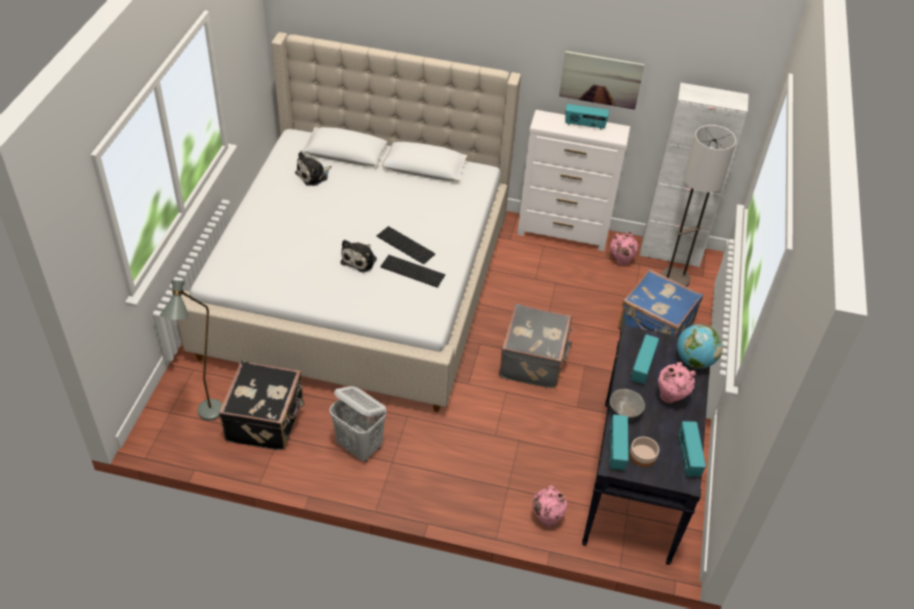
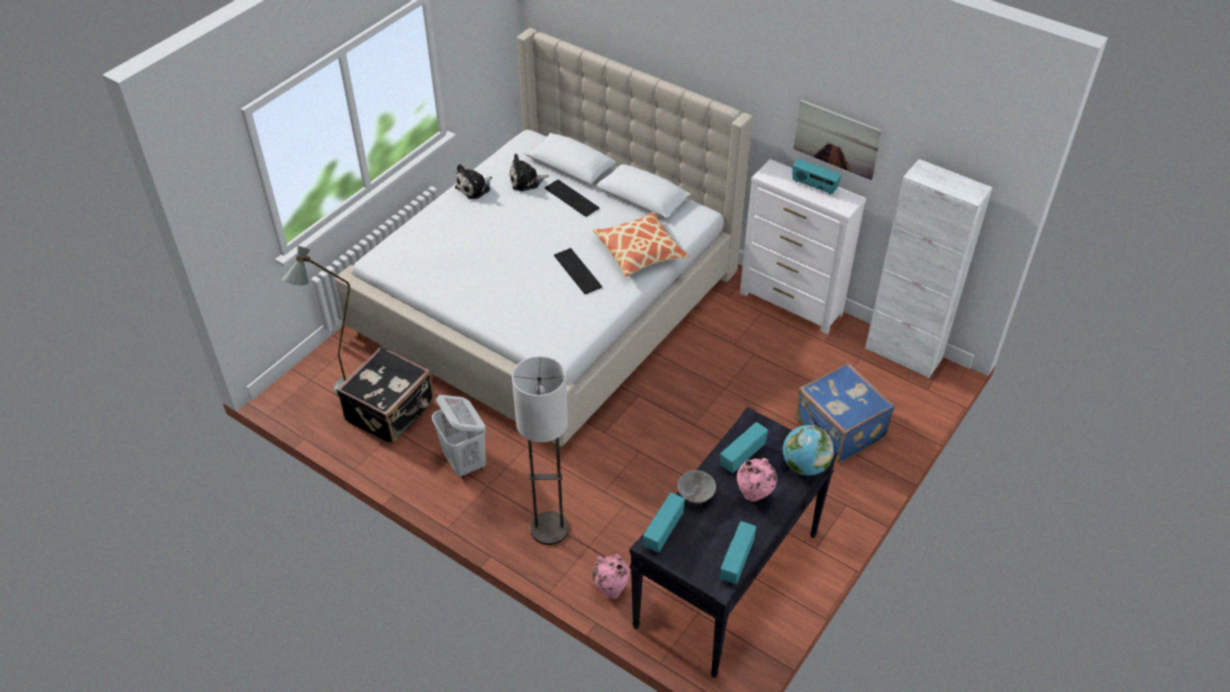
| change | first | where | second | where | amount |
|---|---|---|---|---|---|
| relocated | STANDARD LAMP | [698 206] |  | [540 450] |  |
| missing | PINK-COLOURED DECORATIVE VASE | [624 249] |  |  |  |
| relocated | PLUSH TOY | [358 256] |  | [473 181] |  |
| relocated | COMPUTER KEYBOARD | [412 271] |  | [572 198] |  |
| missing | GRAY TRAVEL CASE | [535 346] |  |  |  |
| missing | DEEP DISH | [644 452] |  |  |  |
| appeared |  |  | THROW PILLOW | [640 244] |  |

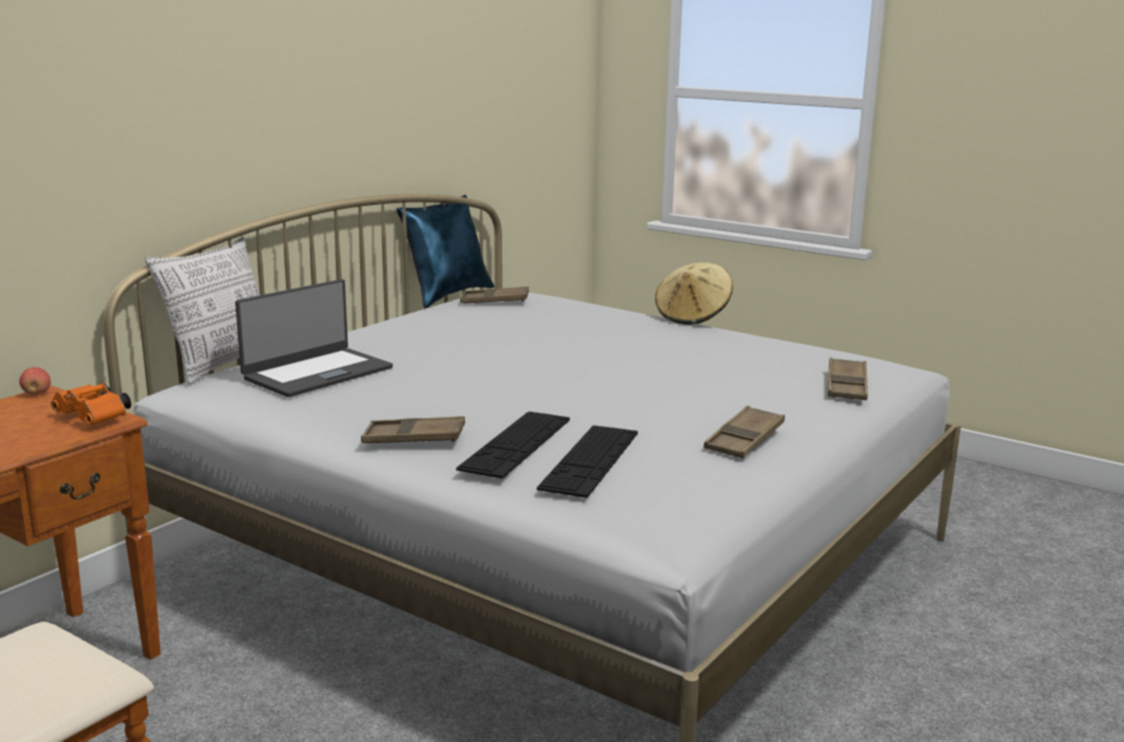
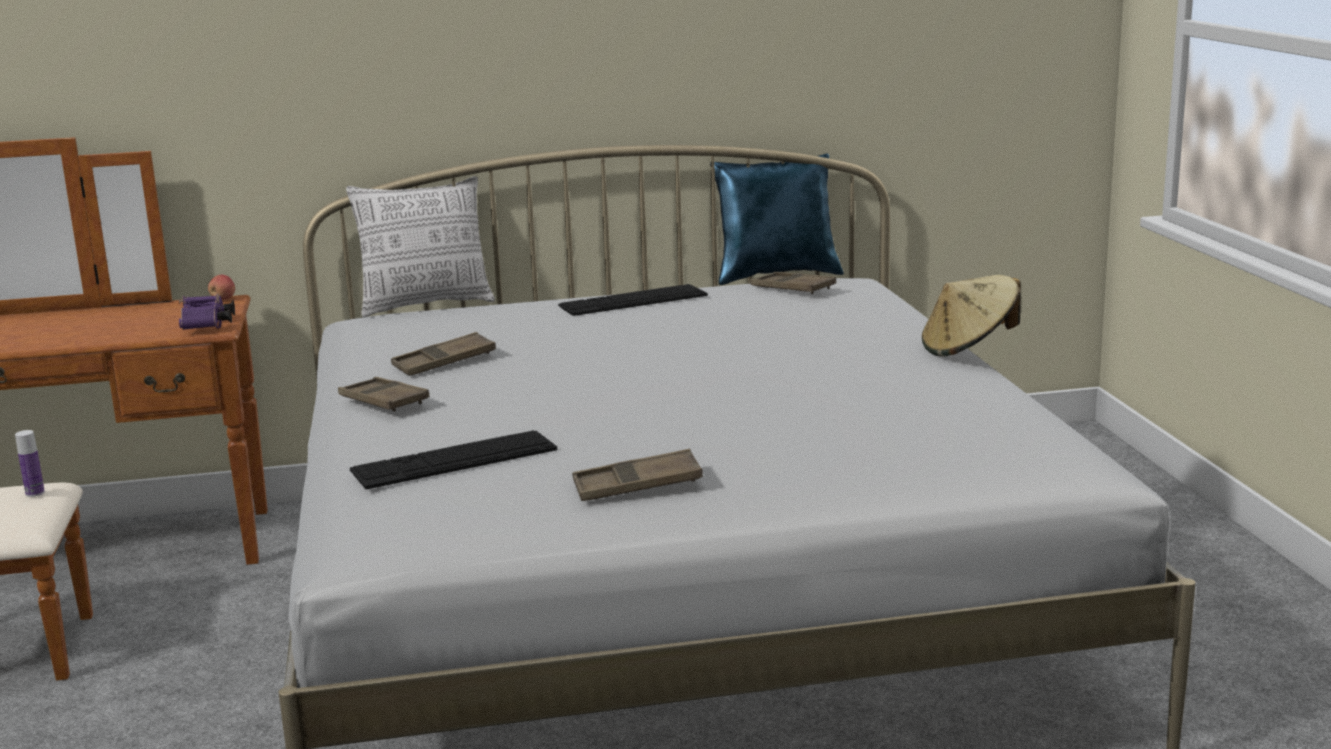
| change | first | where | second | where | amount |
|---|---|---|---|---|---|
| missing | LAPTOP | [314 338] |  |  |  |
| relocated | BROWN SERVING TRAY | [847 378] |  | [443 354] |  |
| colour | ORANGE-COLOURED FIELD GLASSES | [91 403] | PURPLE-COLOURED FIELD GLASSES | [207 311] |  |
| relocated | COMPUTER KEYBOARD | [513 445] |  | [633 300] |  |
| appeared |  |  | BOTTLE | [30 463] |  |

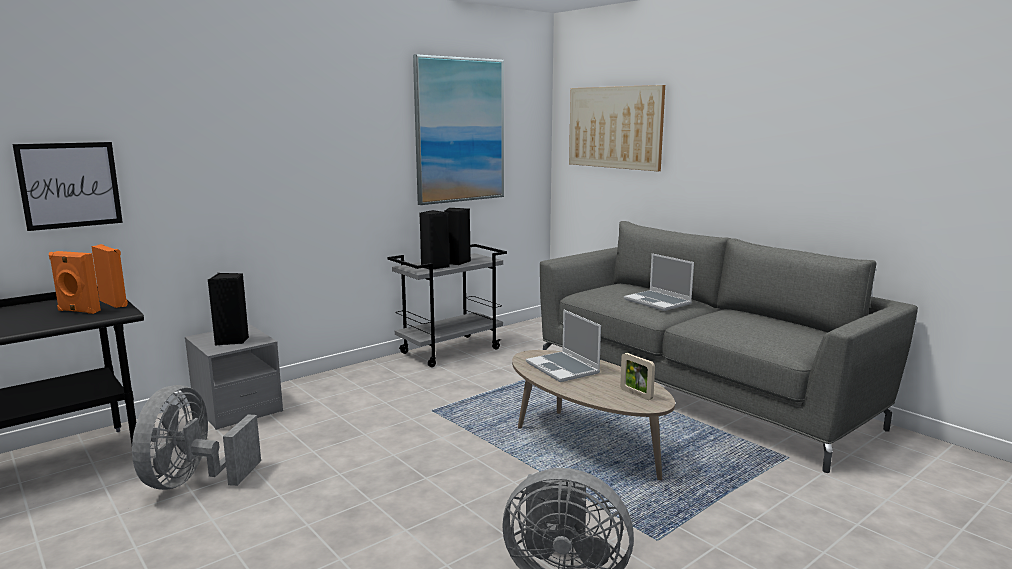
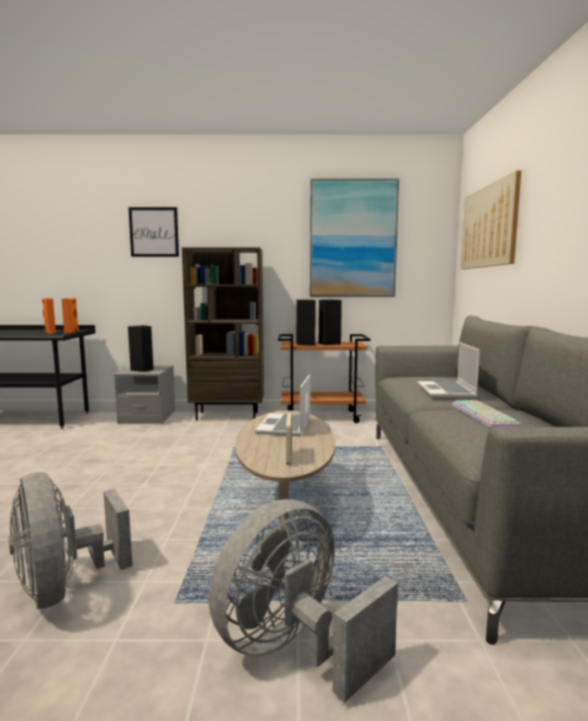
| change | first | where | second | where | amount |
|---|---|---|---|---|---|
| relocated | PICTURE | [67 186] |  | [153 232] |  |
| colour | GRAY WHEELED CART | [447 305] | BROWN WHEELED CART | [324 378] |  |
| relocated | GRAY ELECTRIC FAN | [196 437] |  | [303 600] |  |
| appeared |  |  | BROWN BOOKSHELF | [223 334] |  |
| appeared |  |  | COMPUTER KEYBOARD | [486 414] |  |

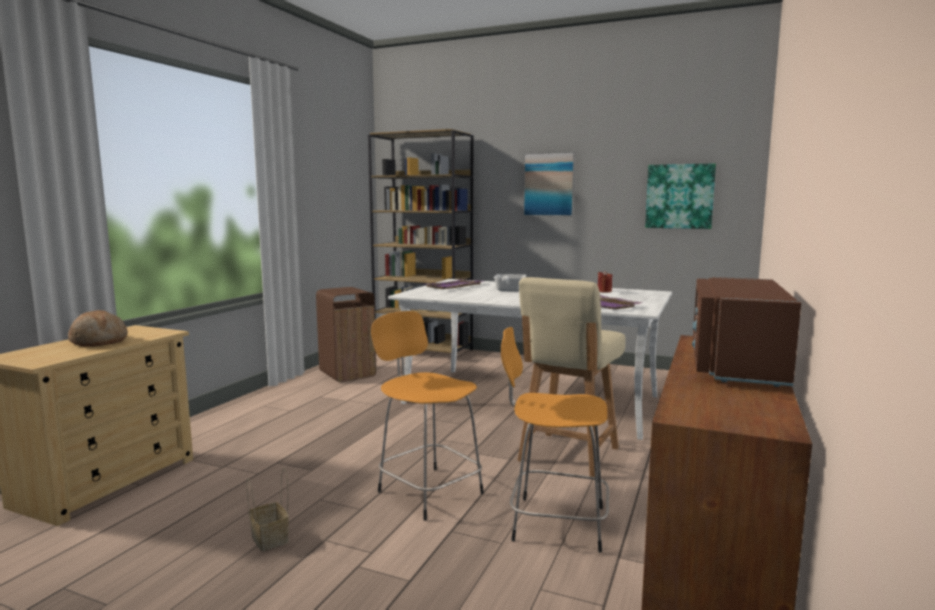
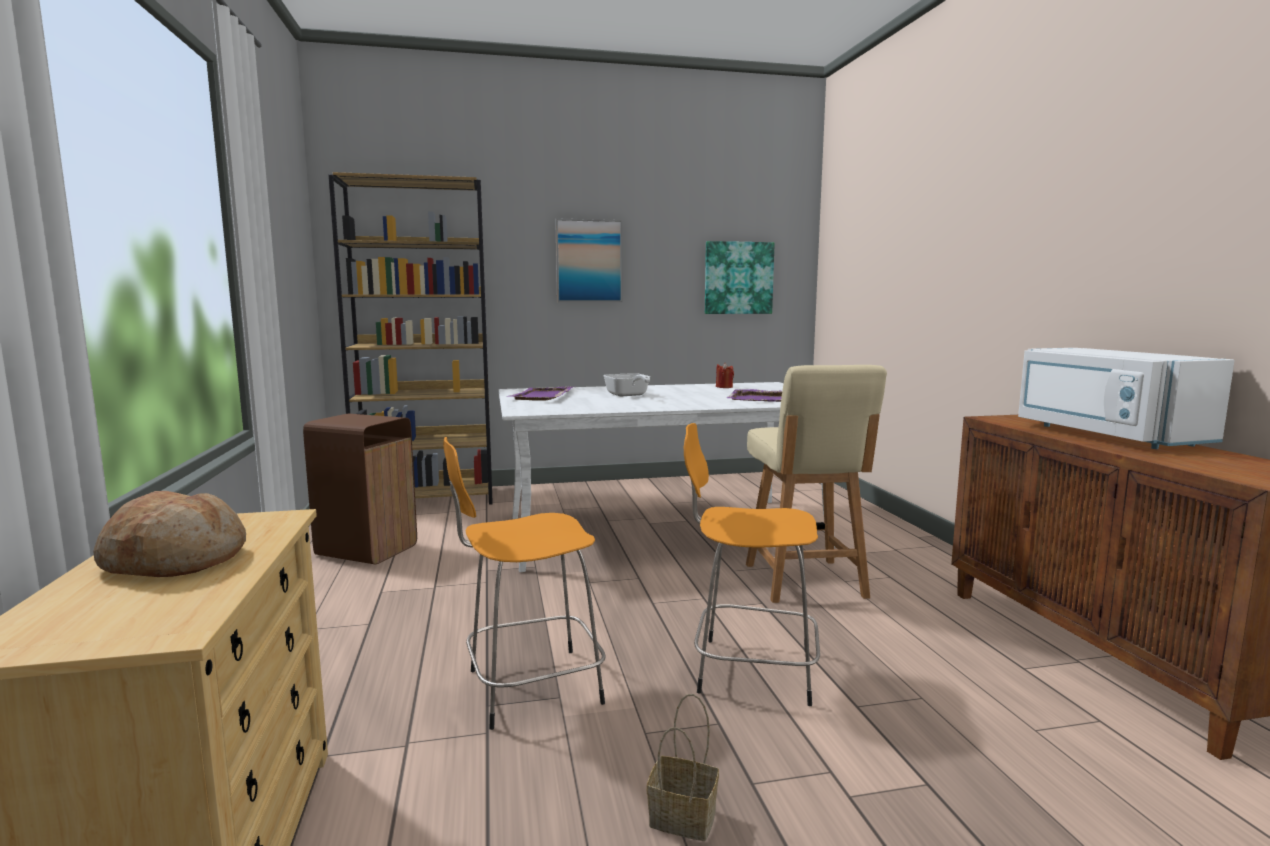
| change | first | where | second | where | amount |
|---|---|---|---|---|---|
| colour | BROWN MICROWAVE OVEN | [746 332] | WHITE MICROWAVE OVEN | [1126 398] |  |
| relocated | ORANGE-COLOURED STOOL SEAT | [555 440] |  | [524 583] |  |

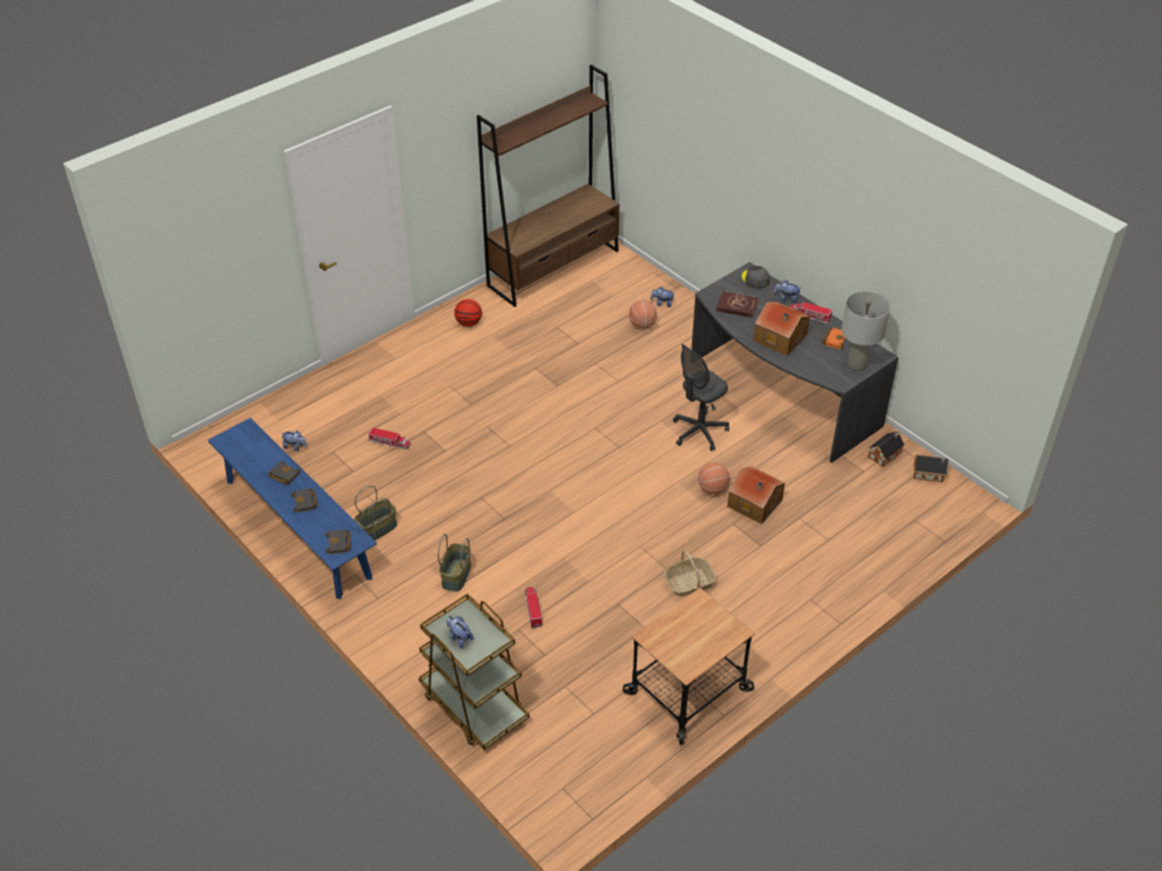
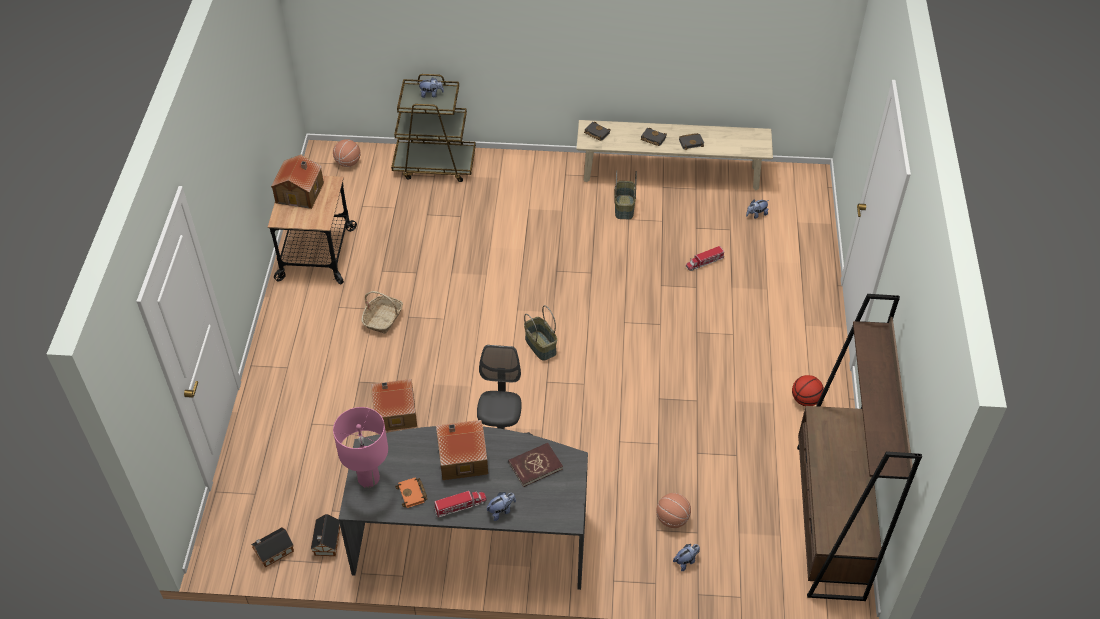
| change | first | where | second | where | amount |
|---|---|---|---|---|---|
| missing | GRAY PEAKED CAP | [756 277] |  |  |  |
| colour | GRAY TABLE LAMP | [866 331] | PINK-COLOURED TABLE LAMP | [360 447] |  |
| colour | BLUE BENCH | [292 508] | BEIGE-COLOURED BENCH | [675 155] |  |
| relocated | BASKETBALL BALL | [714 479] |  | [347 153] |  |
| relocated | BASKET | [454 563] |  | [540 333] |  |
| missing | TOY LORRY | [533 607] |  |  |  |
| appeared |  |  | MINIATURE HOUSE | [297 182] |  |

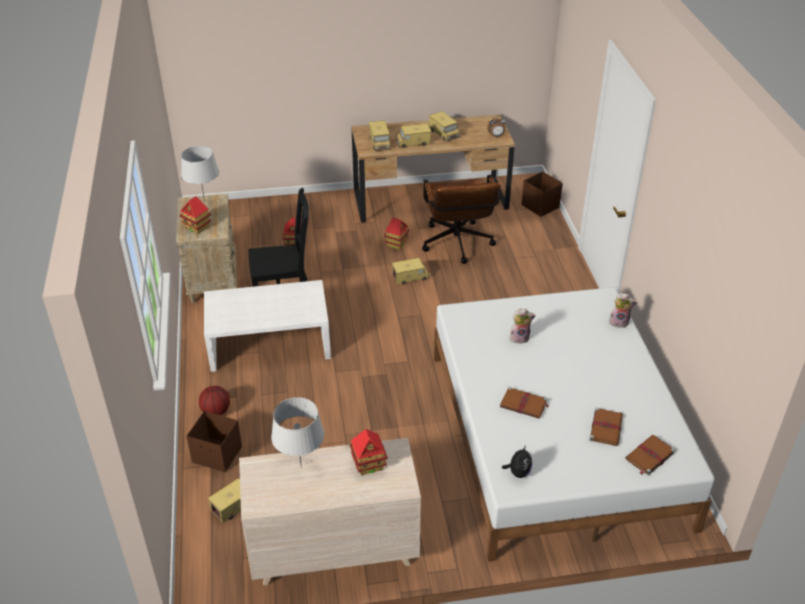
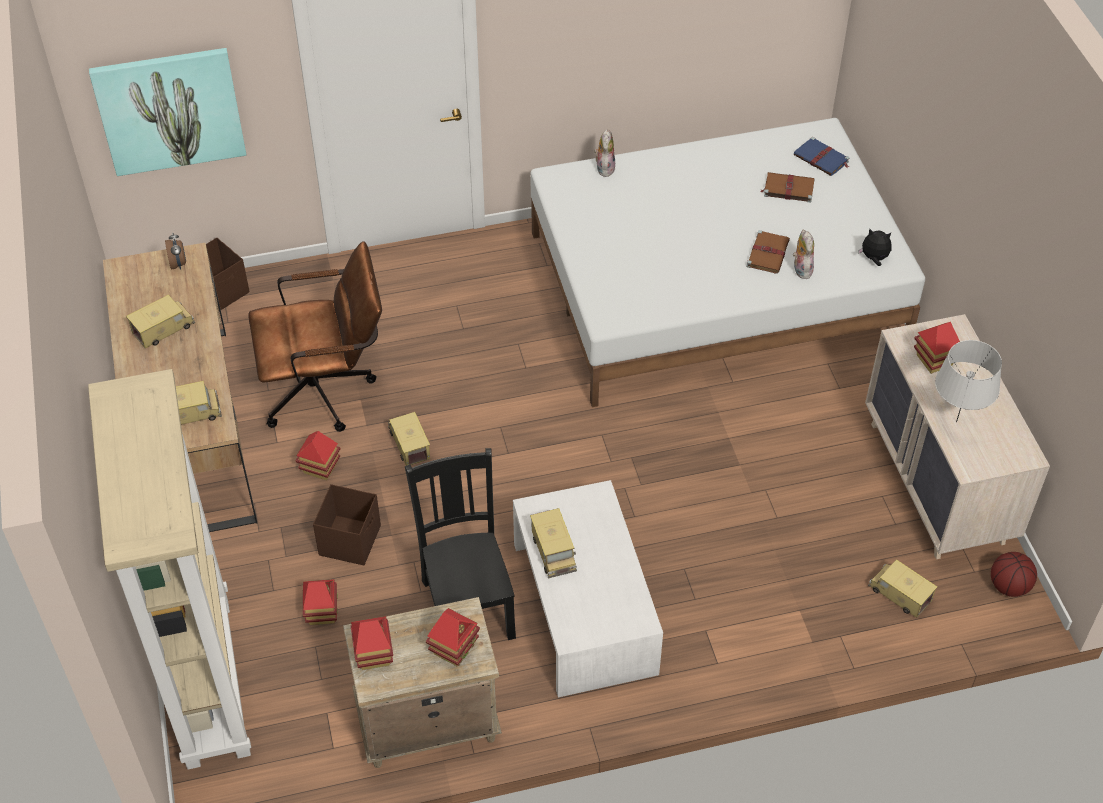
| change | first | where | second | where | amount |
|---|---|---|---|---|---|
| relocated | TOY LORRY | [414 135] |  | [553 543] |  |
| exchanged | GRAY TABLE LAMP | [200 174] | MINIATURE HOUSE | [372 643] |  |
| relocated | PLUSH TOY | [523 326] |  | [803 254] |  |
| relocated | BASKETBALL BALL | [214 400] |  | [1014 574] |  |
| relocated | BROWN STORAGE BOX | [214 441] |  | [347 524] |  |
| colour | BROWN BOOK | [650 455] | BLUE BOOK | [822 156] |  |
| appeared |  |  | PICTURE | [167 112] |  |
| appeared |  |  | BEIGE-COLOURED BOOKSHELF | [169 569] |  |

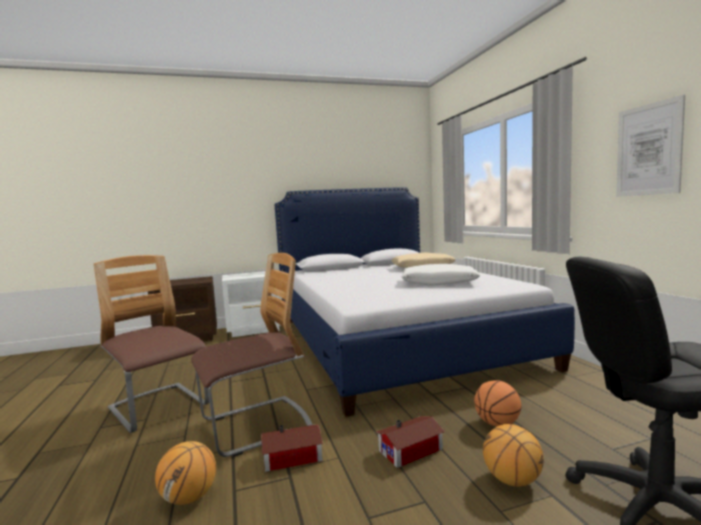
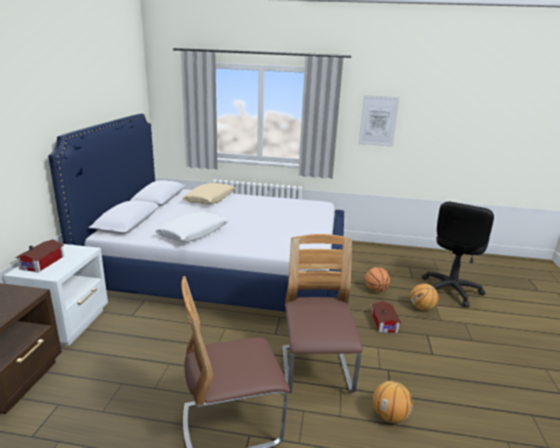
| change | first | where | second | where | amount |
|---|---|---|---|---|---|
| relocated | WHITE THROW PILLOW | [441 275] |  | [191 227] |  |
| relocated | MINIATURE HOUSE | [292 448] |  | [39 255] |  |

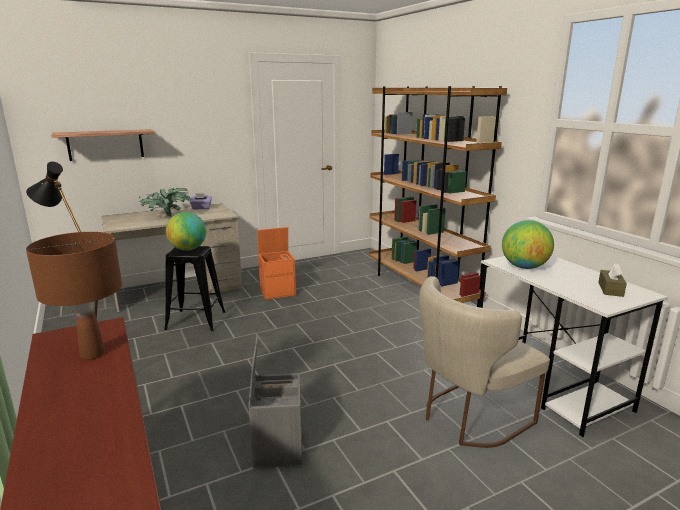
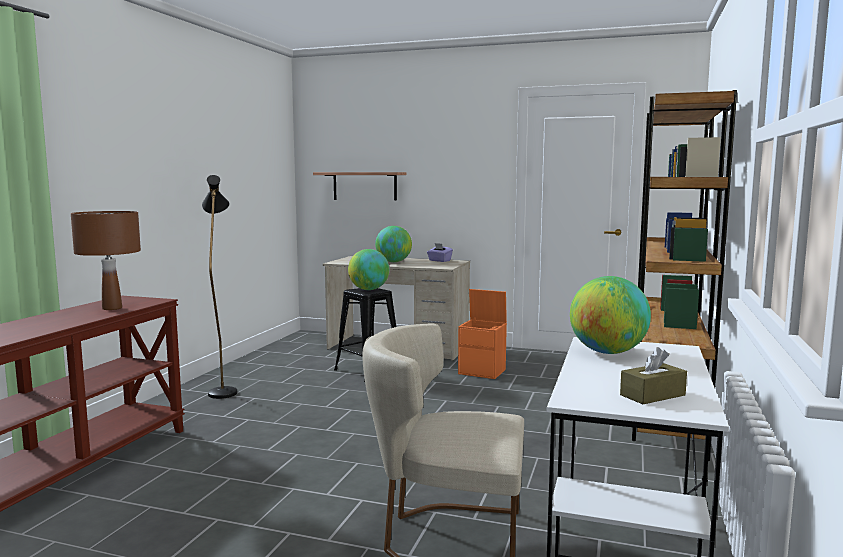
| change | first | where | second | where | amount |
|---|---|---|---|---|---|
| exchanged | HOUSEPLANT | [165 202] | DESK GLOBE | [393 244] |  |
| missing | GRAY STORAGE BOX | [275 401] |  |  |  |

